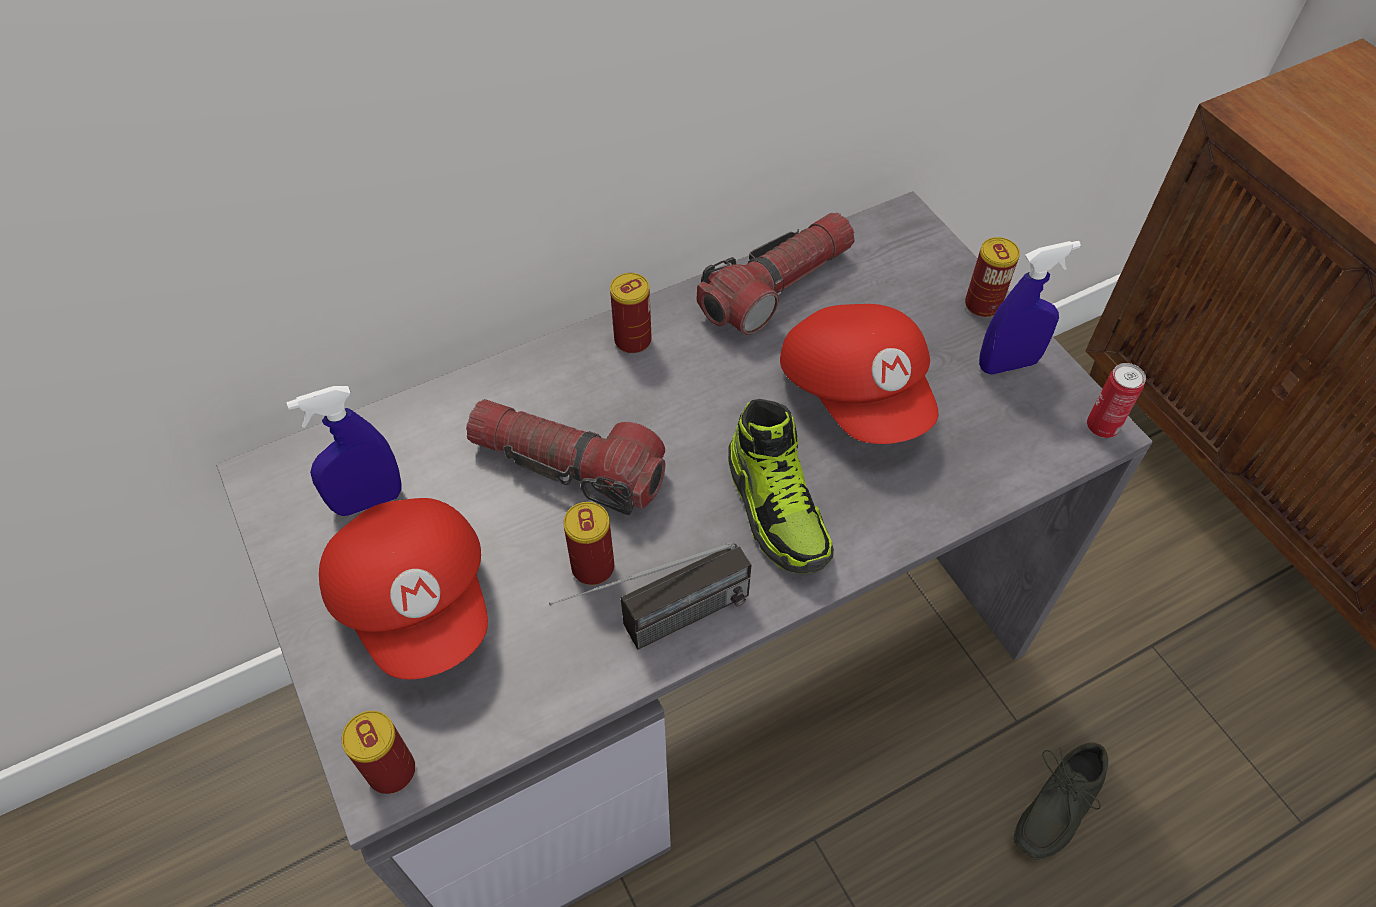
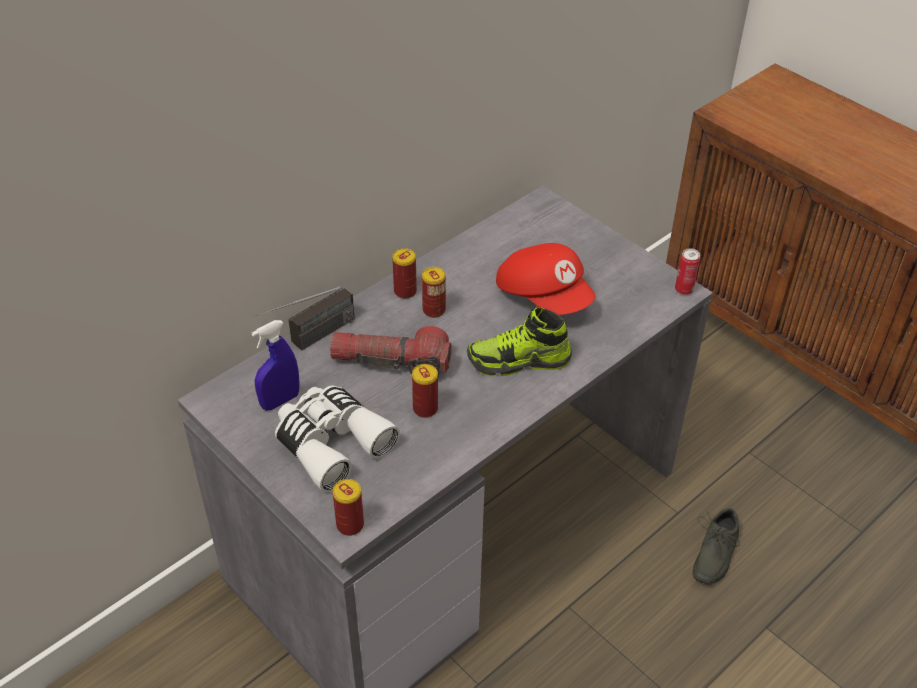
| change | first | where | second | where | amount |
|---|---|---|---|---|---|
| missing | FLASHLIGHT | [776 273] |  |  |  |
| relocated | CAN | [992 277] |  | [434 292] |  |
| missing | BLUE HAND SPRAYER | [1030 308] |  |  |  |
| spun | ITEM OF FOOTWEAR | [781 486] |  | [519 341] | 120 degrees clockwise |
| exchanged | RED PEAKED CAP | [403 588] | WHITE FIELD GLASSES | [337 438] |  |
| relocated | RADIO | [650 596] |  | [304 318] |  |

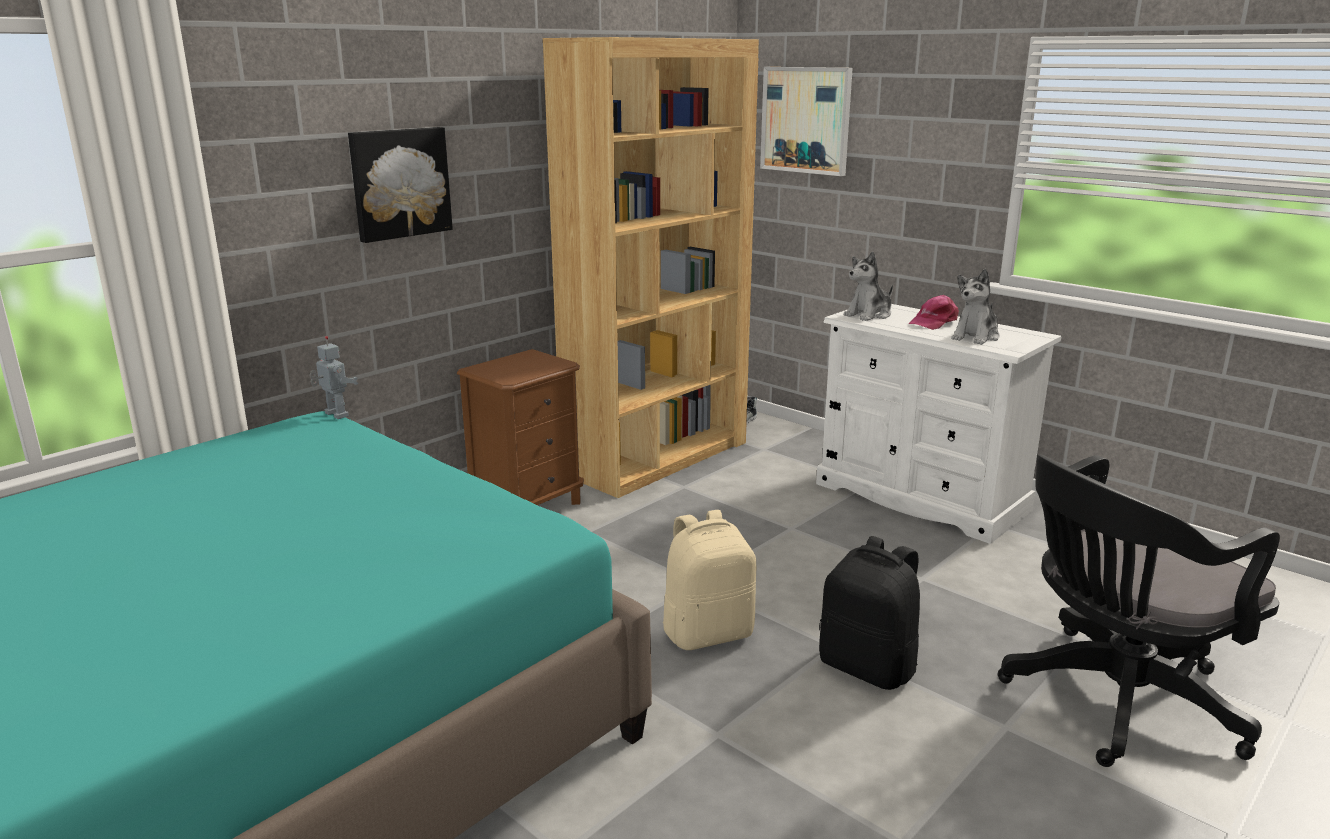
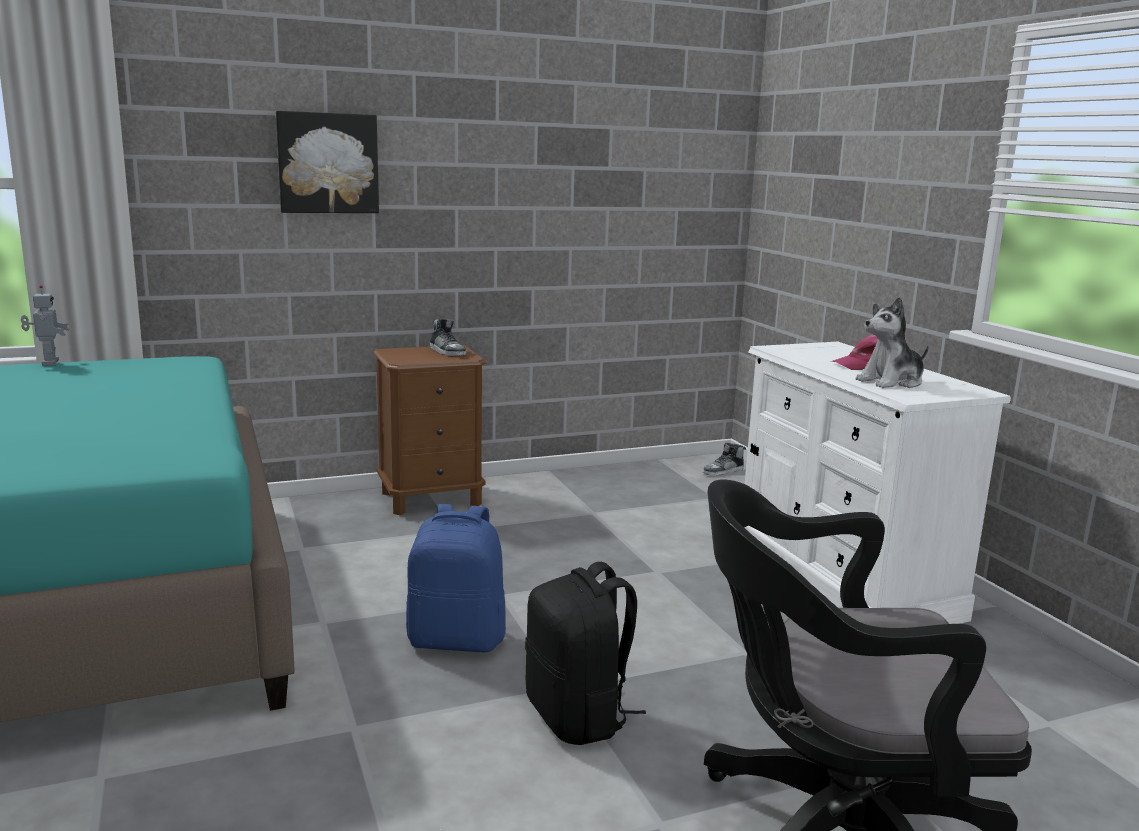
| change | first | where | second | where | amount |
|---|---|---|---|---|---|
| missing | BROWN BOOKSHELF | [651 267] |  |  |  |
| missing | PICTURE | [806 121] |  |  |  |
| missing | PLUSH TOY | [868 286] |  |  |  |
| relocated | ROBOT FIGURE | [334 377] |  | [45 325] |  |
| colour | BEIGE-COLOURED KNAPSACK | [709 580] | BLUE KNAPSACK | [456 578] |  |
| appeared |  |  | ITEM OF FOOTWEAR | [448 337] |  |

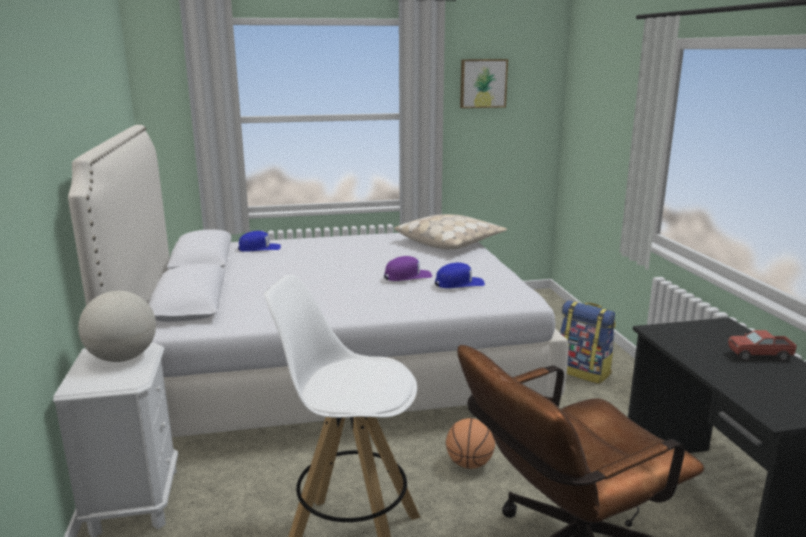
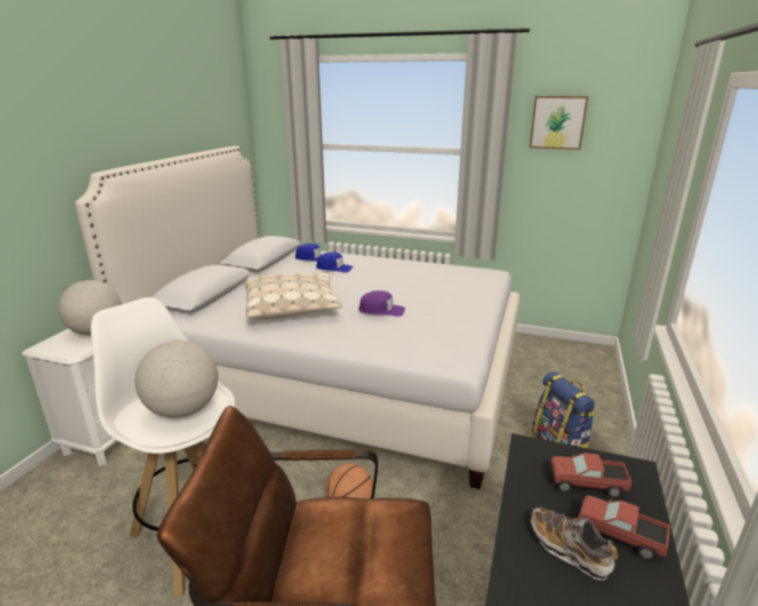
| change | first | where | second | where | amount |
|---|---|---|---|---|---|
| relocated | BEIGE-COLOURED THROW PILLOW | [450 231] |  | [293 296] |  |
| relocated | BLUE PEAKED CAP | [460 275] |  | [334 262] |  |
| appeared |  |  | DESK GLOBE | [176 379] |  |
| appeared |  |  | TOY LORRY | [591 475] |  |
| appeared |  |  | ITEM OF FOOTWEAR | [574 543] |  |

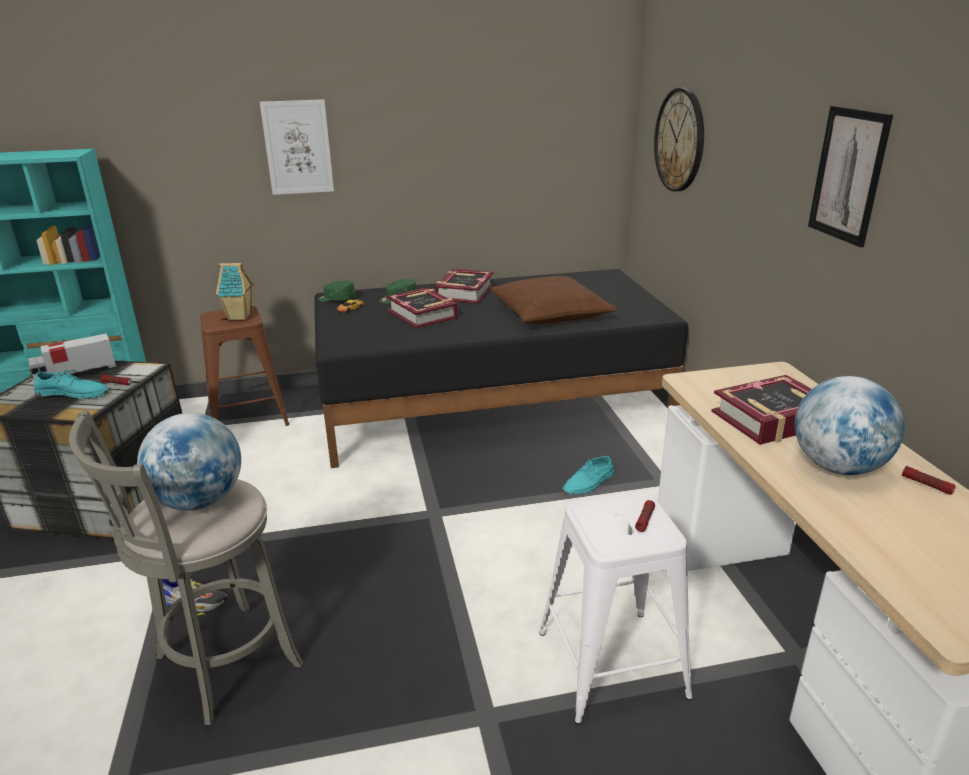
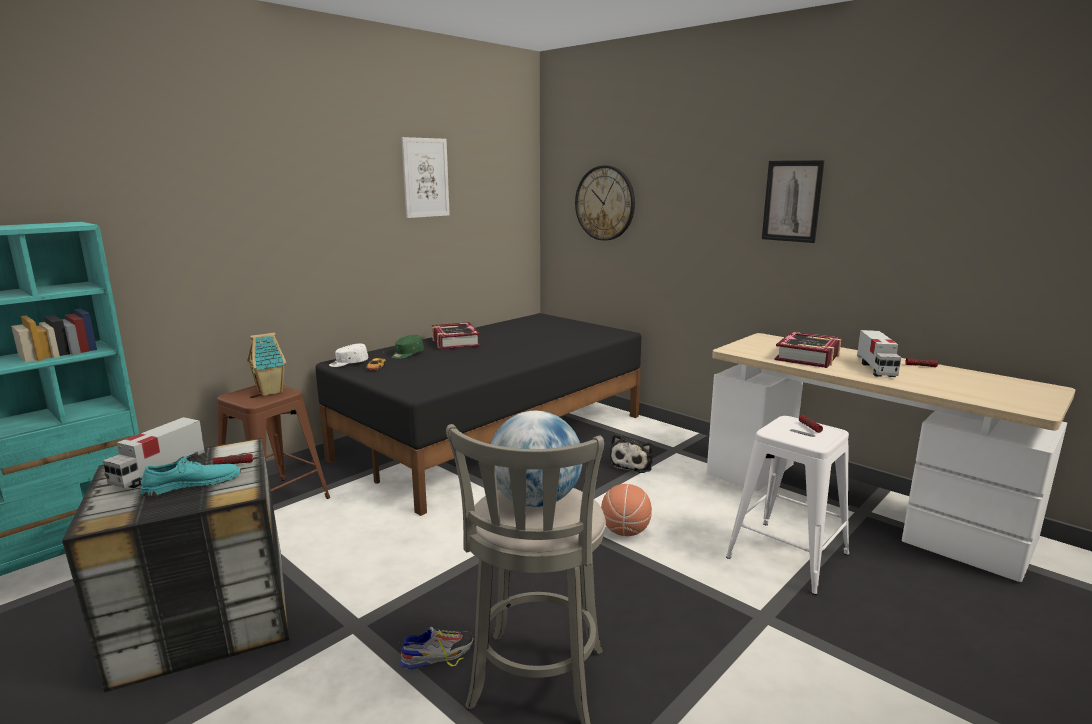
| change | first | where | second | where | amount |
|---|---|---|---|---|---|
| relocated | PICTURE | [297 147] |  | [425 177] |  |
| missing | BROWN THROW PILLOW | [553 300] |  |  |  |
| colour | GREEN-COLOURED PEAKED CAP | [337 291] | WHITE PEAKED CAP | [348 355] |  |
| missing | BOOK | [422 308] |  |  |  |
| exchanged | DESK GLOBE | [850 425] | TOY LORRY | [879 353] |  |
| exchanged | TURQUOISE-COLOURED ITEM OF FOOTWEAR | [588 475] | PLUSH TOY | [631 453] |  |
| appeared |  |  | BASKETBALL BALL | [626 510] |  |

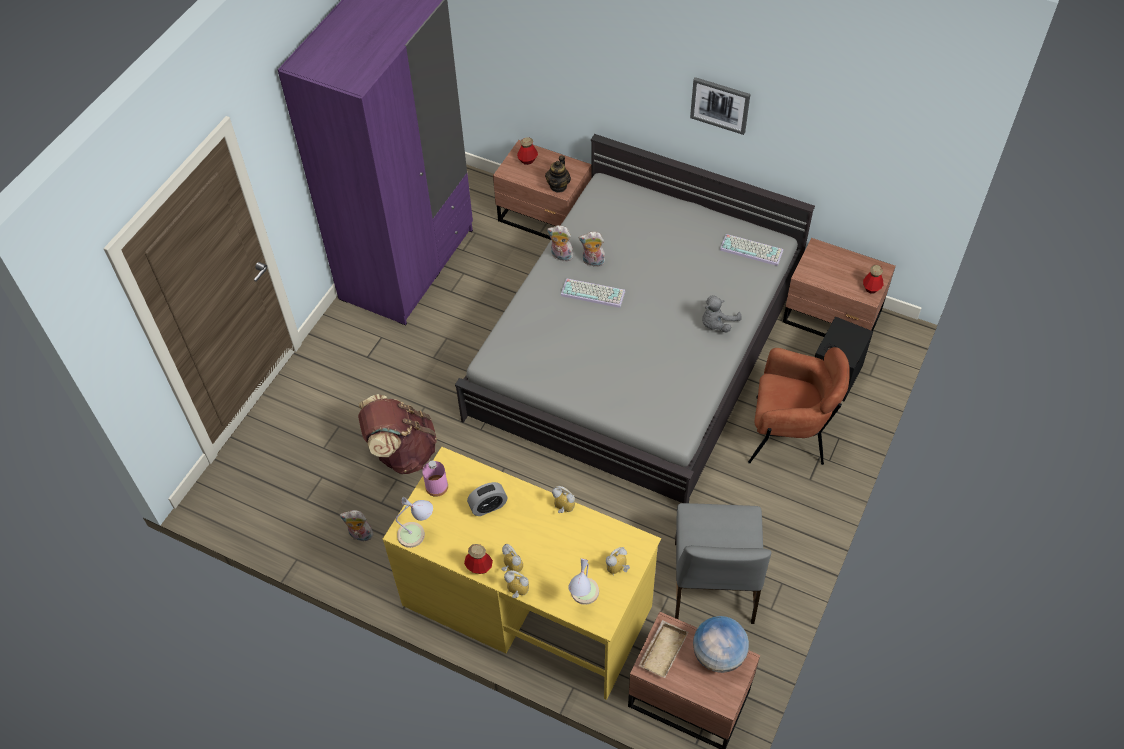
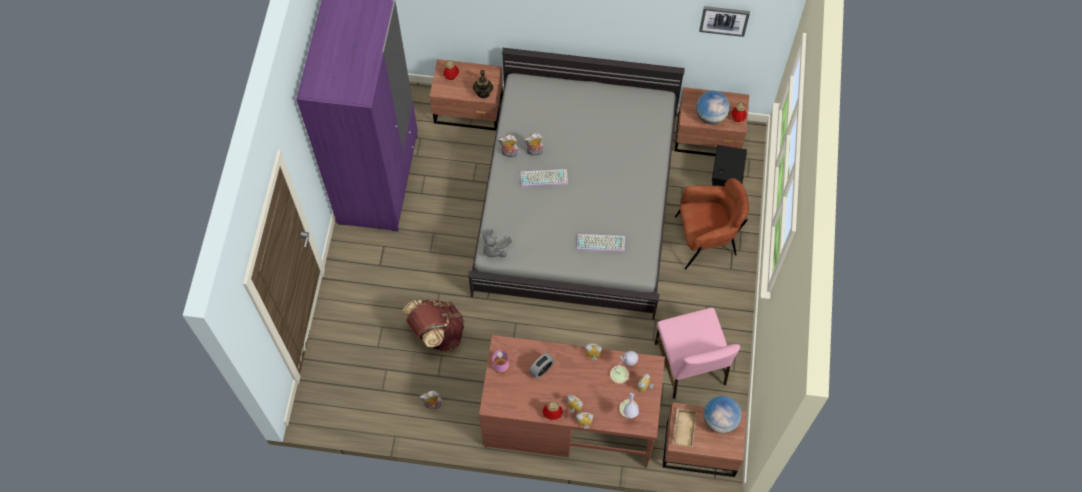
| change | first | where | second | where | amount |
|---|---|---|---|---|---|
| relocated | PICTURE | [720 106] |  | [724 21] |  |
| relocated | COMPUTER KEYBOARD | [752 250] |  | [601 243] |  |
| relocated | GRAY PLUSH TOY | [722 314] |  | [497 243] |  |
| colour | YELLOWISH DESK UNIT | [522 573] | BROWN DESK UNIT | [572 401] |  |
| relocated | TABLE LAMP | [414 522] |  | [624 367] |  |
| colour | GRAY UPRIGHT CHAIR | [723 563] | PINK-COLOURED UPRIGHT CHAIR | [697 353] |  |
| appeared |  |  | DESK GLOBE | [713 107] |  |

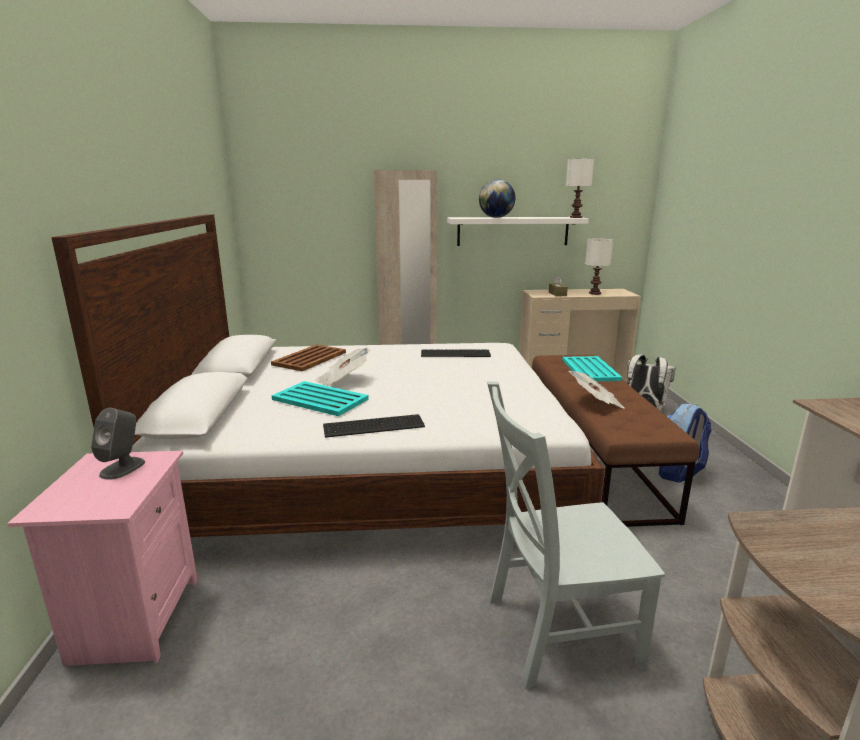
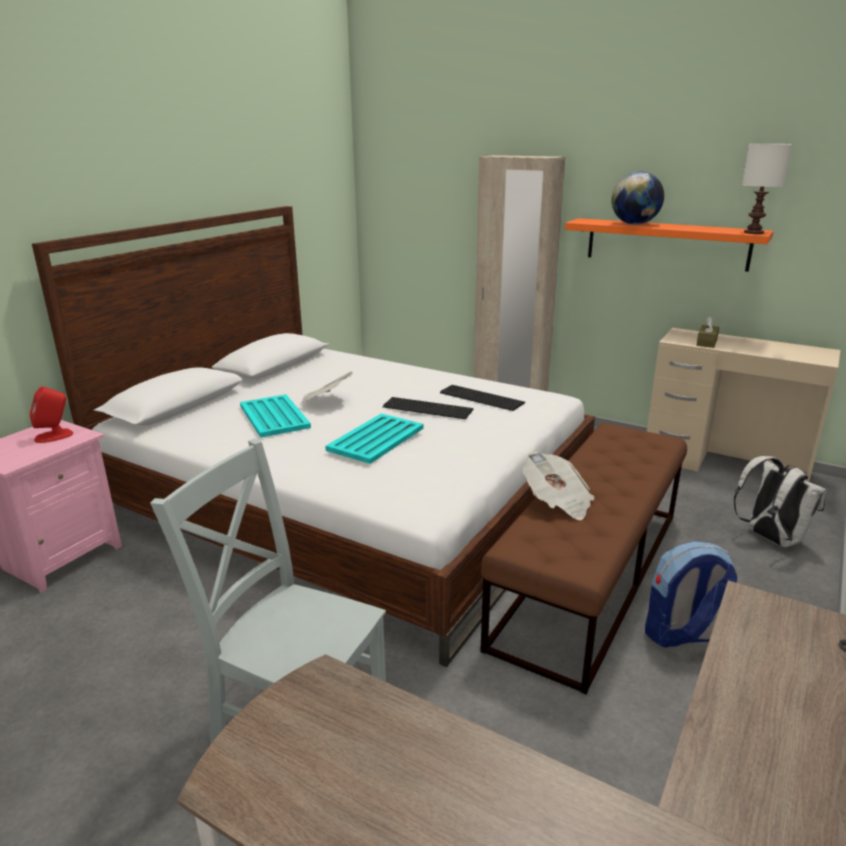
| change | first | where | second | where | amount |
|---|---|---|---|---|---|
| colour | WHITE BRACKET SHELF | [518 231] | ORANGE-COLOURED BRACKET SHELF | [669 245] |  |
| missing | WHITE TABLE LAMP | [599 267] |  |  |  |
| missing | BROWN SERVING TRAY | [308 357] |  |  |  |
| relocated | TURQUOISE-COLOURED SERVING TRAY | [592 368] |  | [374 439] |  |
| colour | GRAY AUDIO SPEAKER | [118 444] | RED AUDIO SPEAKER | [51 414] |  |
| relocated | COMPUTER KEYBOARD | [374 426] |  | [428 408] |  |

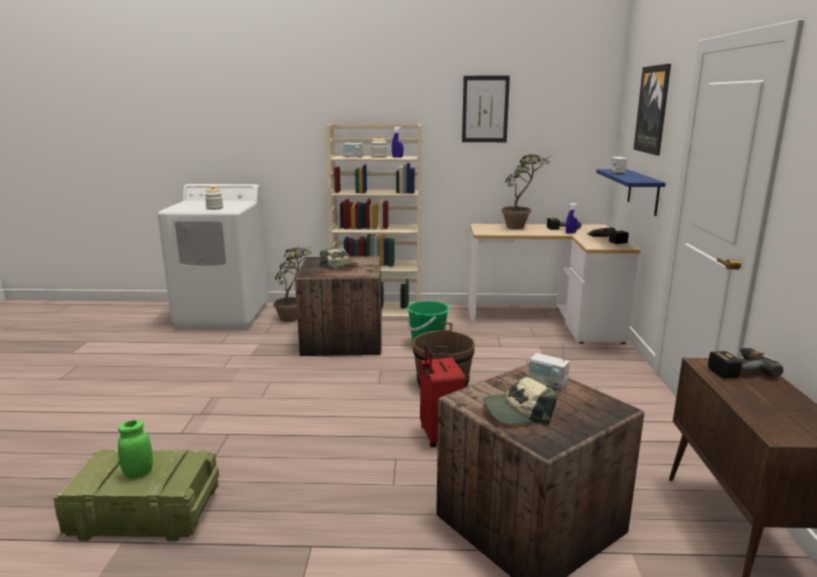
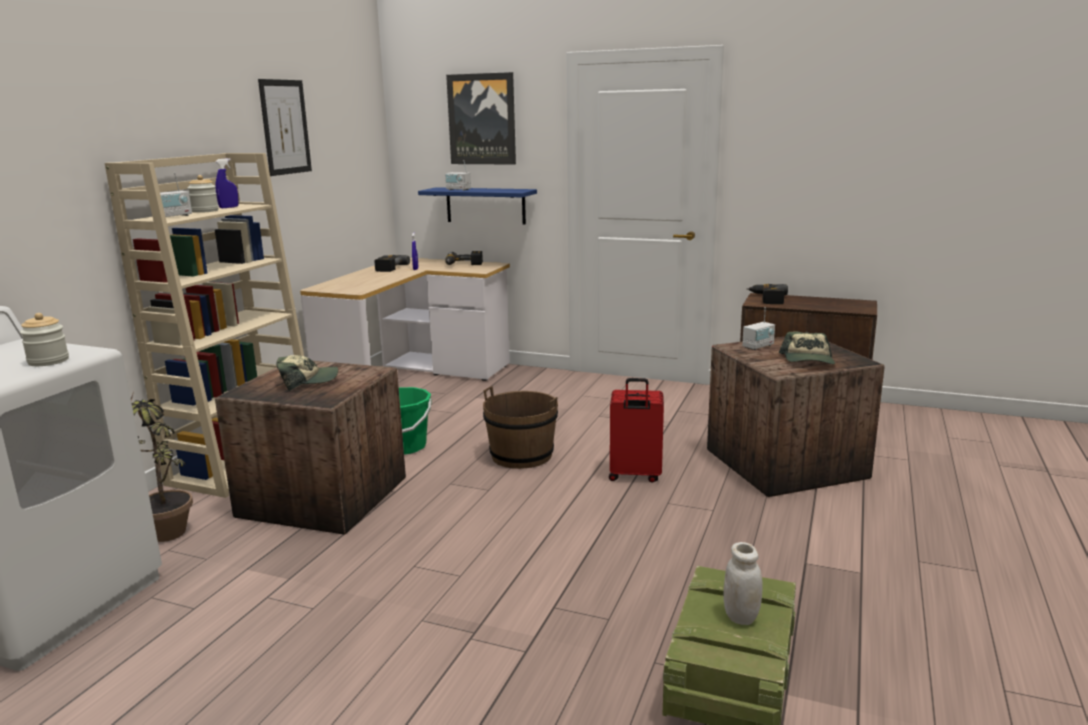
| change | first | where | second | where | amount |
|---|---|---|---|---|---|
| missing | HOUSEPLANT | [525 191] |  |  |  |
| colour | GREEN-COLOURED PRESERVE JAR | [135 449] | WHITE PRESERVE JAR | [743 583] |  |

